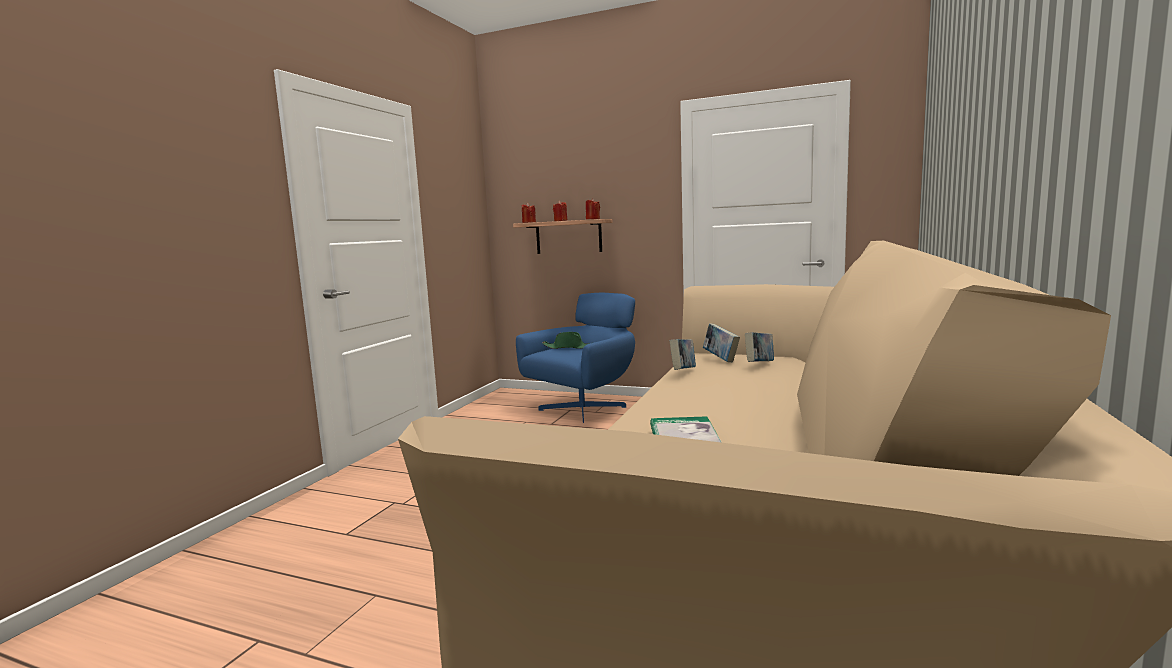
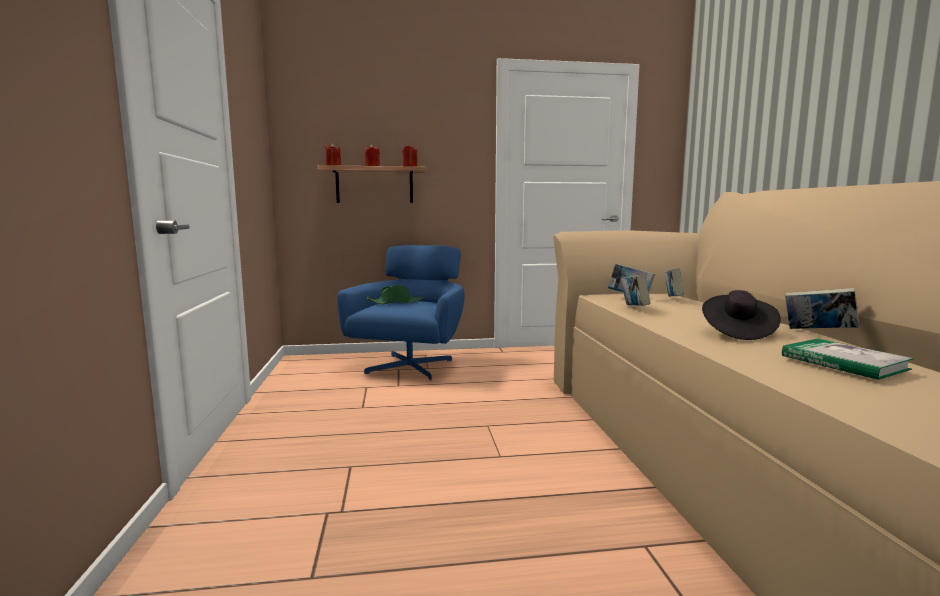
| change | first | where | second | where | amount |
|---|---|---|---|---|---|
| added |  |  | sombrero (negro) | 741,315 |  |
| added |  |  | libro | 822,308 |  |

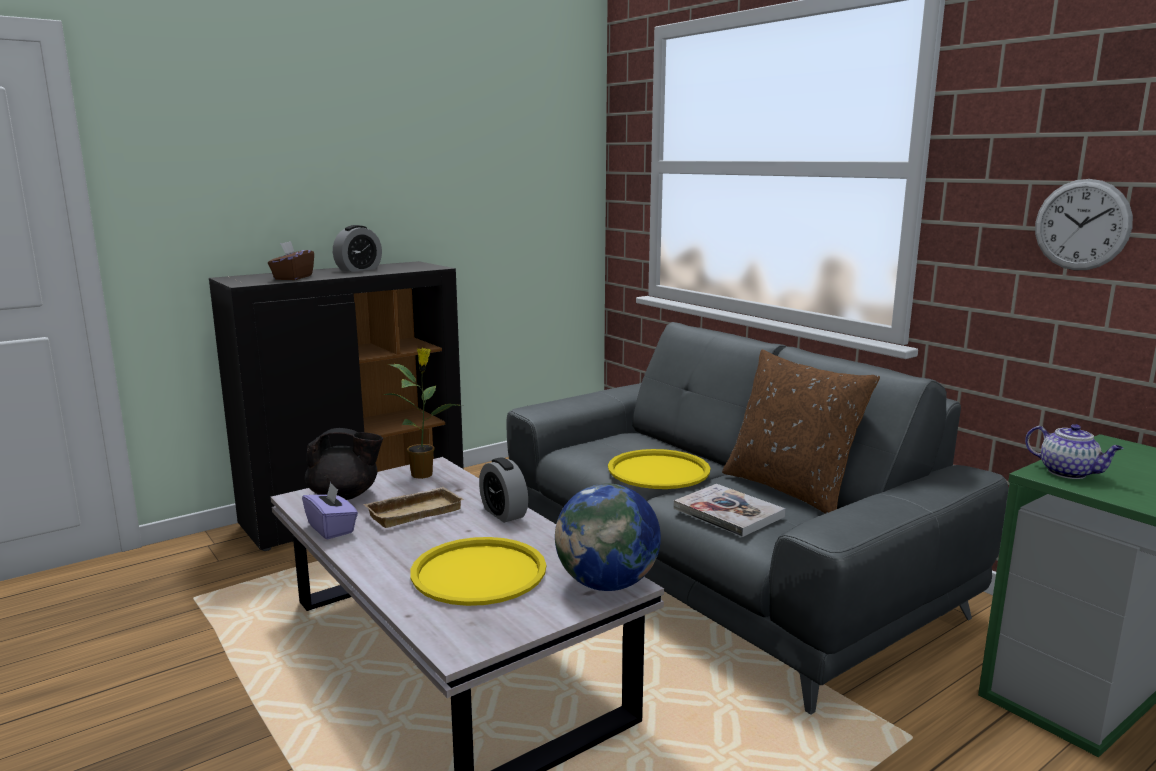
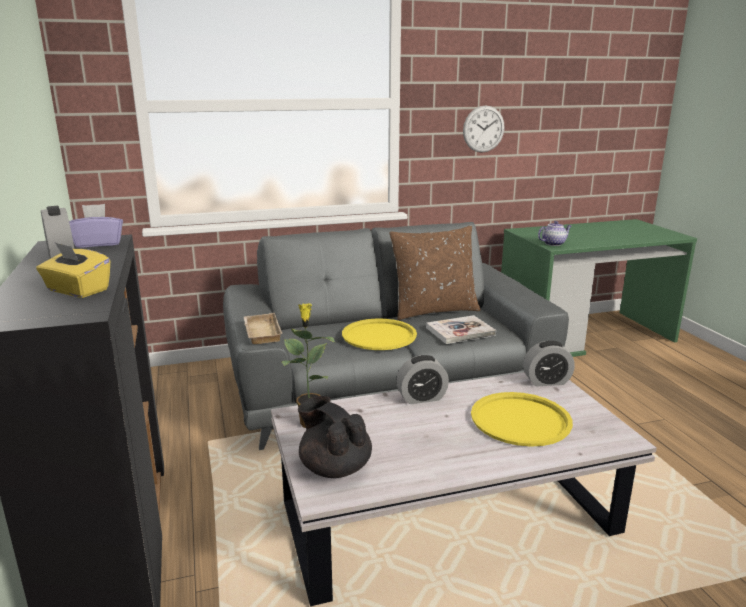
| change | first | where | second | where | amount |
|---|---|---|---|---|---|
| recoloured | caja de pañuelos (marrón) | 291,260 | caja de pañuelos (amarillo) | 73,270 |  |
| moved | caja de pañuelos (morado) | 330,511 |  | 96,226 |  |
| moved | bandeja (beis) | 414,507 |  | 263,328 |  |
| turned | tetera (negro) | 344,464 |  | 335,437 | 60 degrees counterclockwise |
| replaced | globo terráqueo | 608,537 | despertador | 549,363 |  |

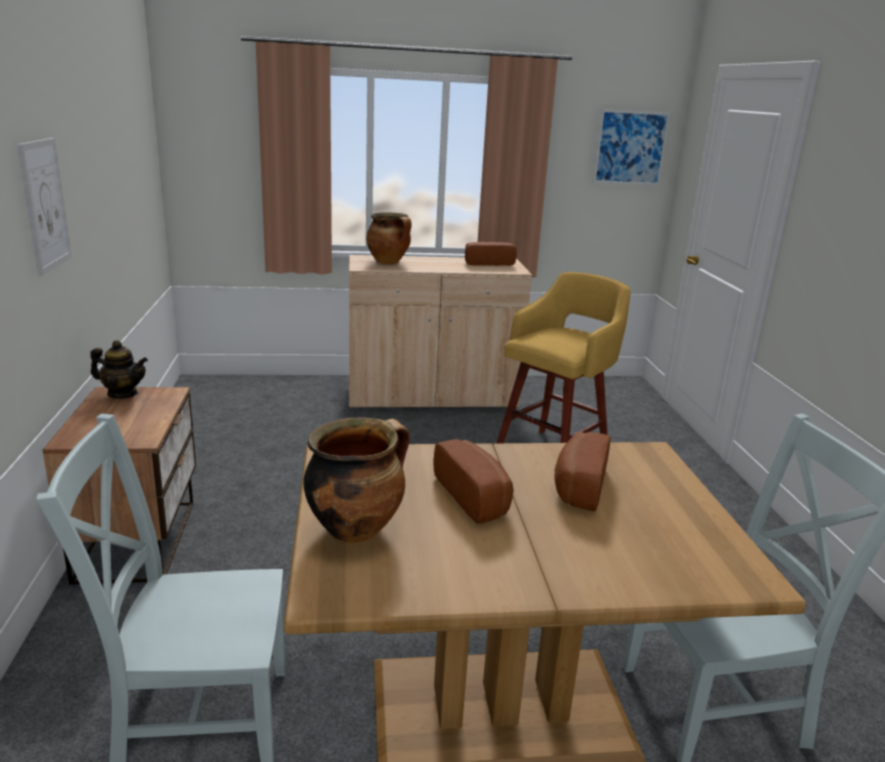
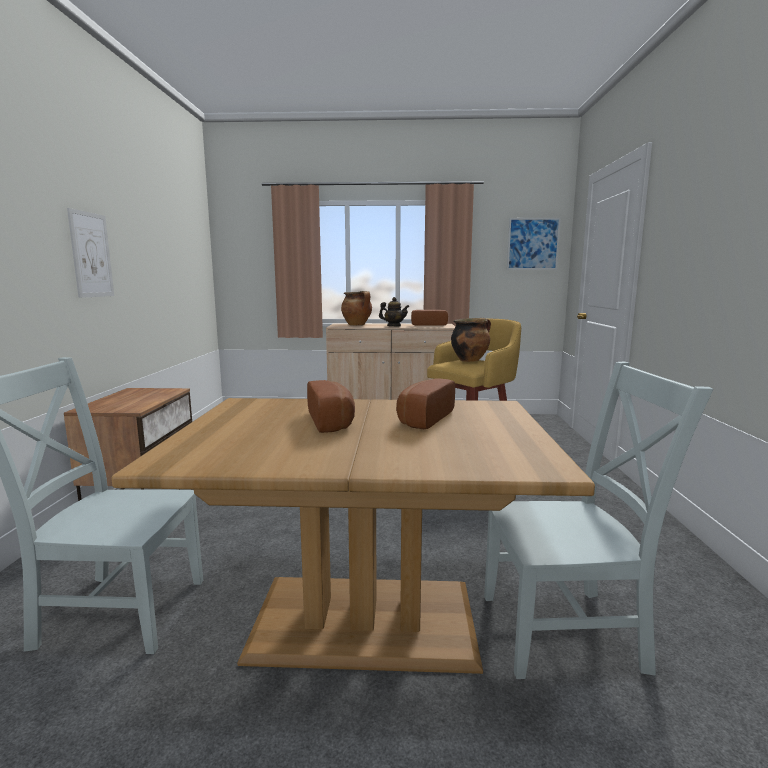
| change | first | where | second | where | amount |
|---|---|---|---|---|---|
| moved | tetera | 119,369 |  | 394,311 |  |
| moved | olla | 356,480 |  | 471,340 |  |

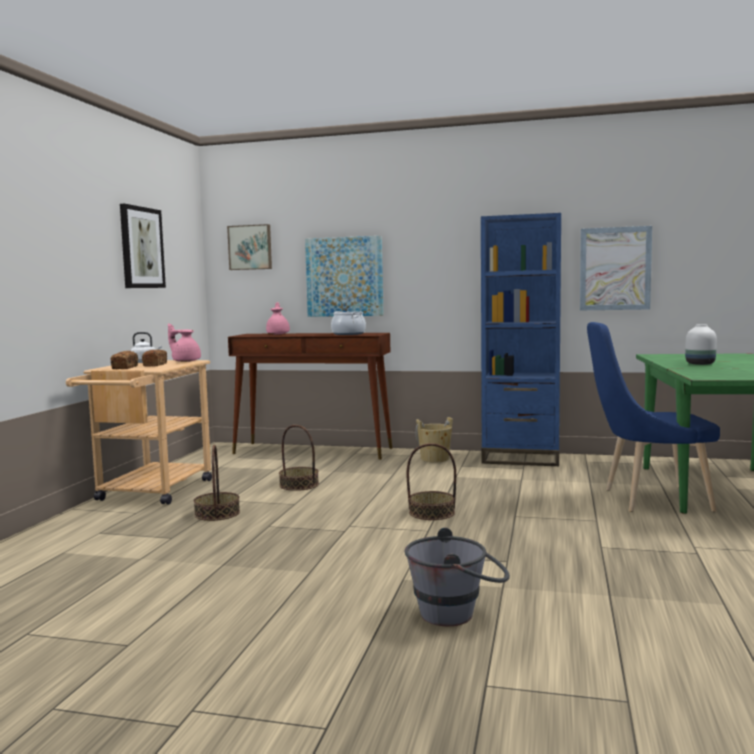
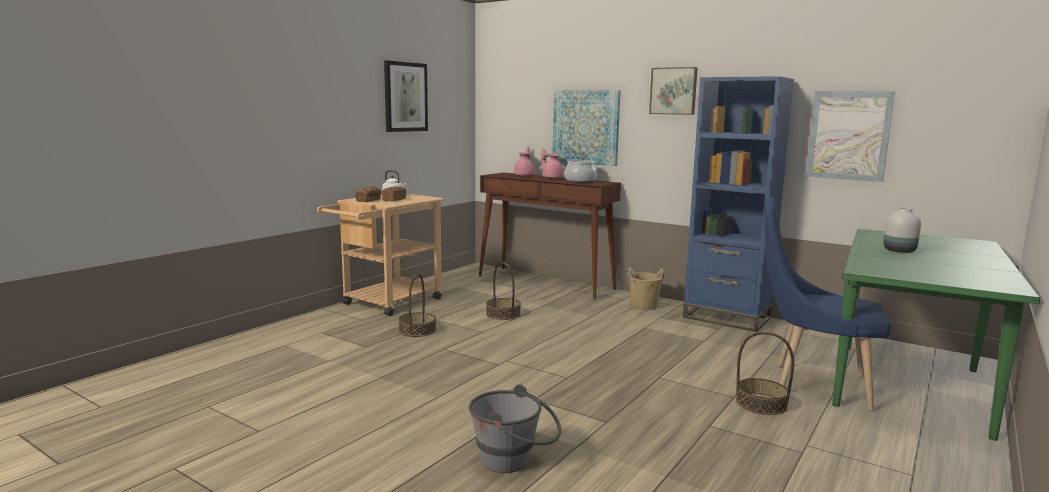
| change | first | where | second | where | amount |
|---|---|---|---|---|---|
| moved | tetera (rosa) | 184,342 |  | 552,163 |  |
| moved | cuadro | 249,247 |  | 673,91 |  |
| moved | cesta | 431,481 |  | 765,373 |  |

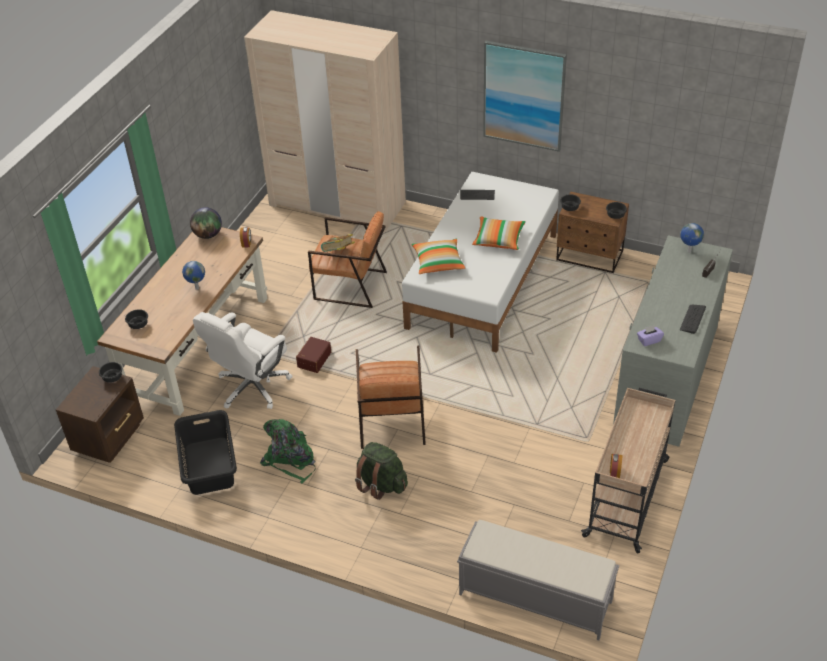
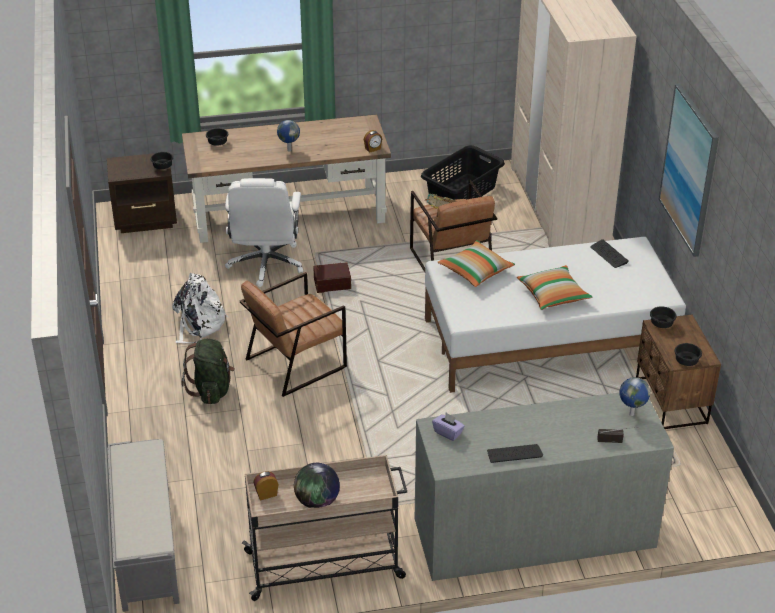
| change | first | where | second | where | amount |
|---|---|---|---|---|---|
| recoloured | mochila (verde) | 288,451 | mochila (blanco) | 200,308 |  |
| turned | silla de oficina (blanco) | 243,360 |  | 264,232 | 90 degrees counterclockwise |
| moved | globo terráqueo | 206,223 |  | 317,485 |  |
| moved | cesto de la ropa (negro) | 205,452 |  | 463,172 |  |

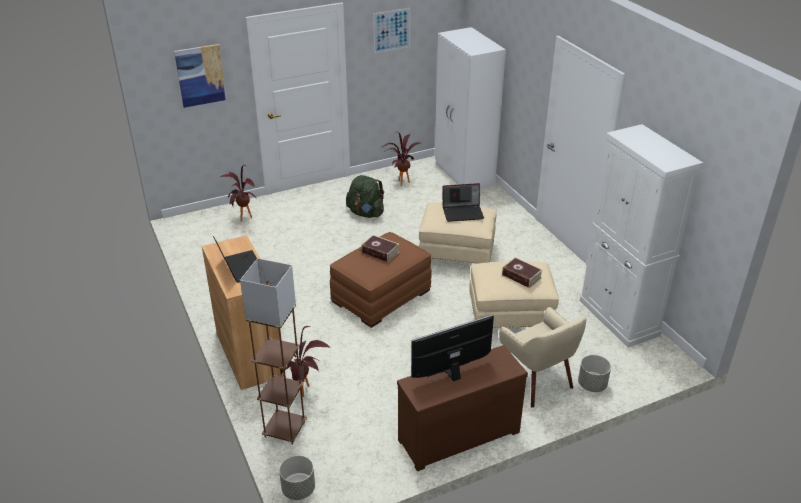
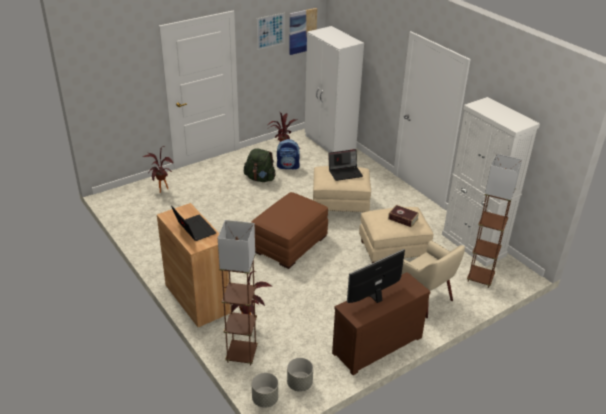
| change | first | where | second | where | amount |
|---|---|---|---|---|---|
| added |  |  | mochila | 288,154 |  |
| moved | maceta (gris) | 594,373 |  | 300,375 |  |
| moved | cuadro | 200,76 |  | 303,31 |  |
| added |  |  | lámpara de pie (marrón) | 494,220 |  |
| removed | libro | 380,248 |  |  |  |

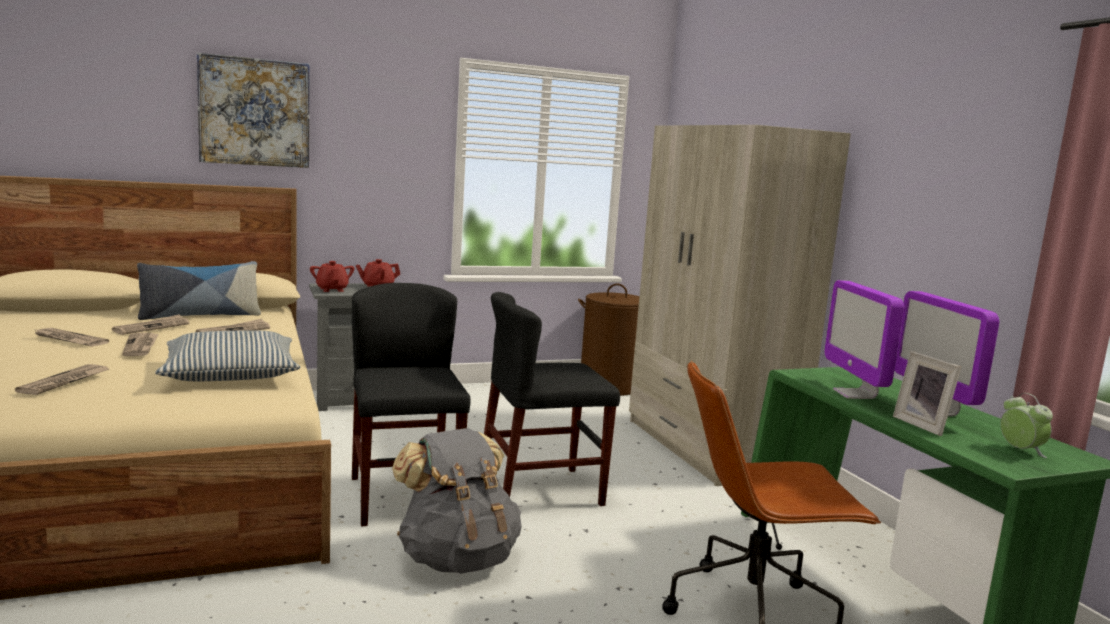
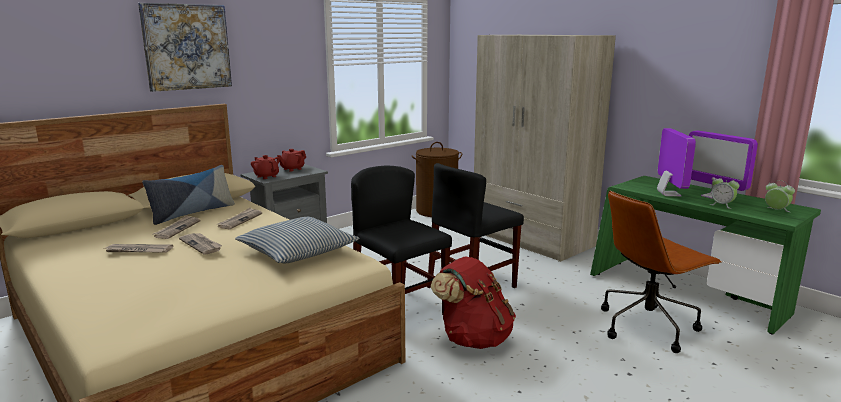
| change | first | where | second | where | amount |
|---|---|---|---|---|---|
| recoloured | mochila (gris) | 457,501 | mochila (rojo) | 473,302 |  |
| turned | monitor | 864,339 |  | 676,162 | 150 degrees counterclockwise |
| replaced | portarretratos | 927,393 | despertador | 724,192 |  |
| removed | periódico | 62,379 |  |  |  |

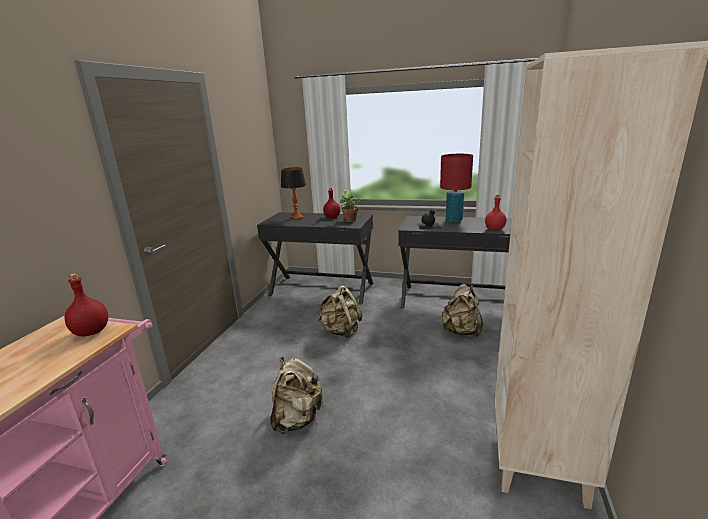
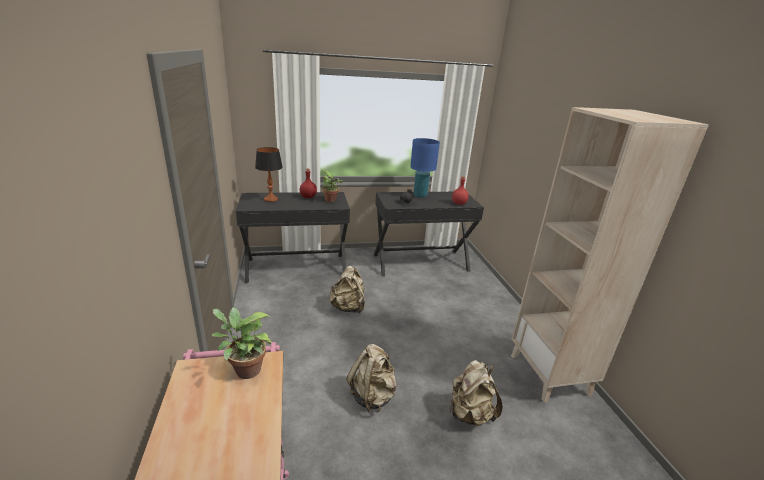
| change | first | where | second | where | amount |
|---|---|---|---|---|---|
| replaced | botella (rojo) | 86,305 | planta en maceta | 241,343 |  |
| recoloured | lámpara de mesa (rojo) | 456,188 | lámpara de mesa (azul) | 425,168 |  |
| moved | mochila (beis) | 462,310 |  | 476,393 |  |

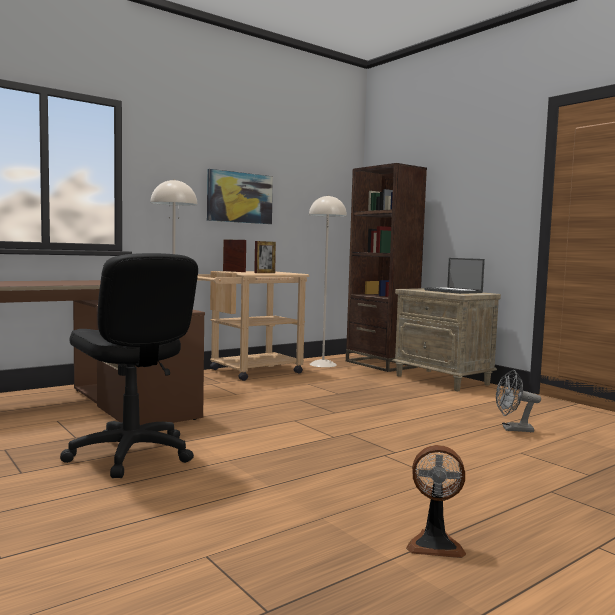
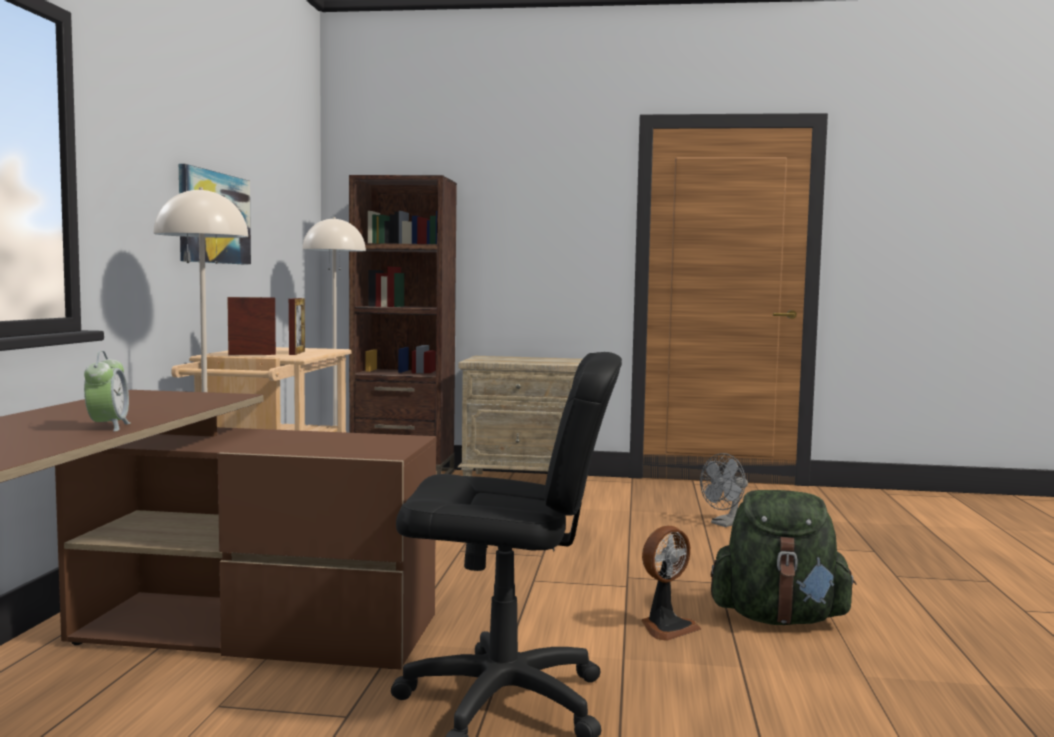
| change | first | where | second | where | amount |
|---|---|---|---|---|---|
| added |  |  | despertador | 107,391 |  |
| moved | ventilador | 436,501 |  | 671,583 |  |
| added |  |  | mochila (verde) | 784,557 |  |
| removed | portátil | 454,276 |  |  |  |

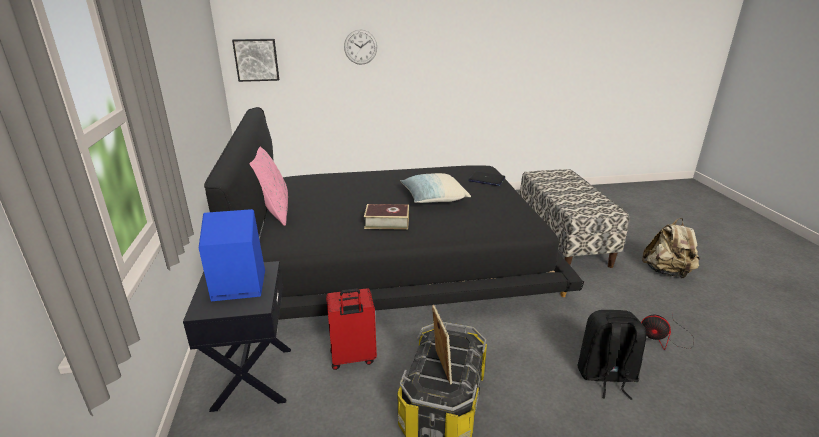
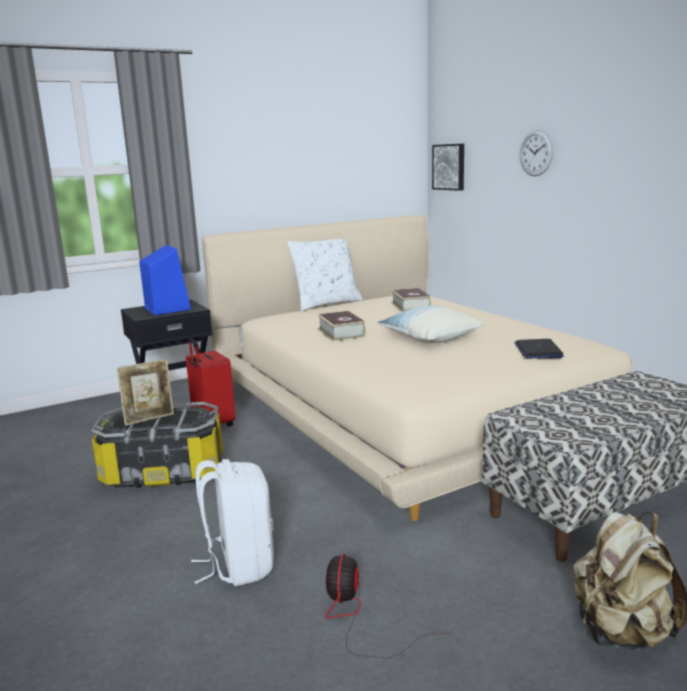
| change | first | where | second | where | amount |
|---|---|---|---|---|---|
| recoloured | mochila (negro) | 611,355 | mochila (blanco) | 232,522 |  |
| recoloured | cama (negro) | 394,213 | cama (beis) | 417,368 |  |
| recoloured | cojín (rosa) | 269,186 | cojín (blanco) | 325,275 |  |
| added |  |  | libro | 411,300 |  |

